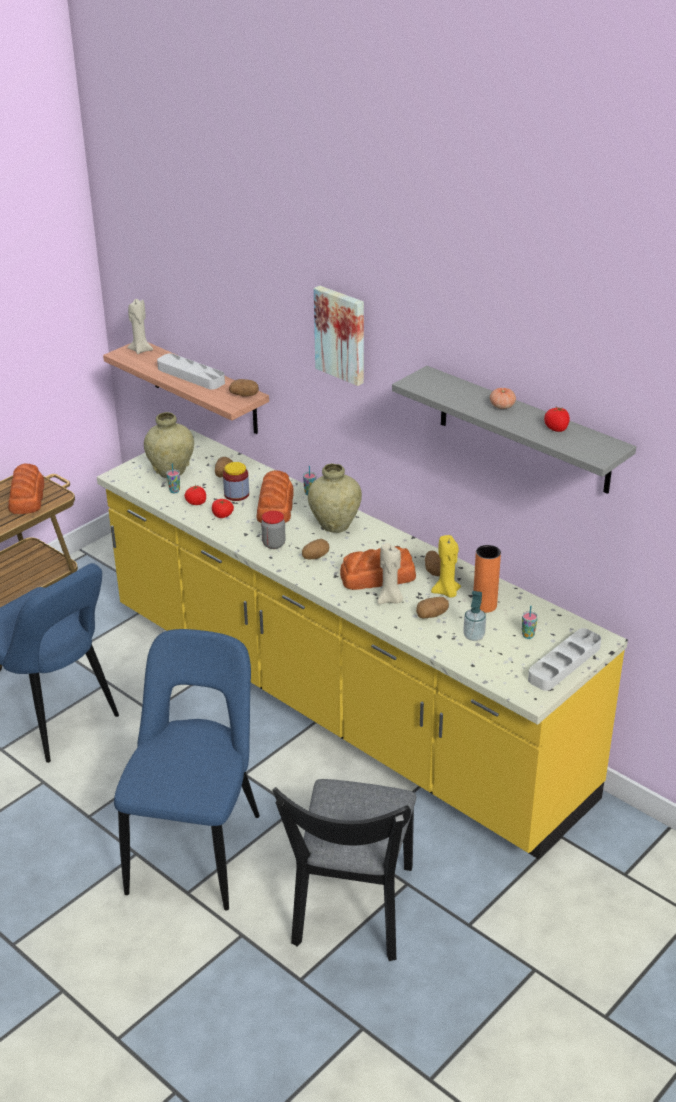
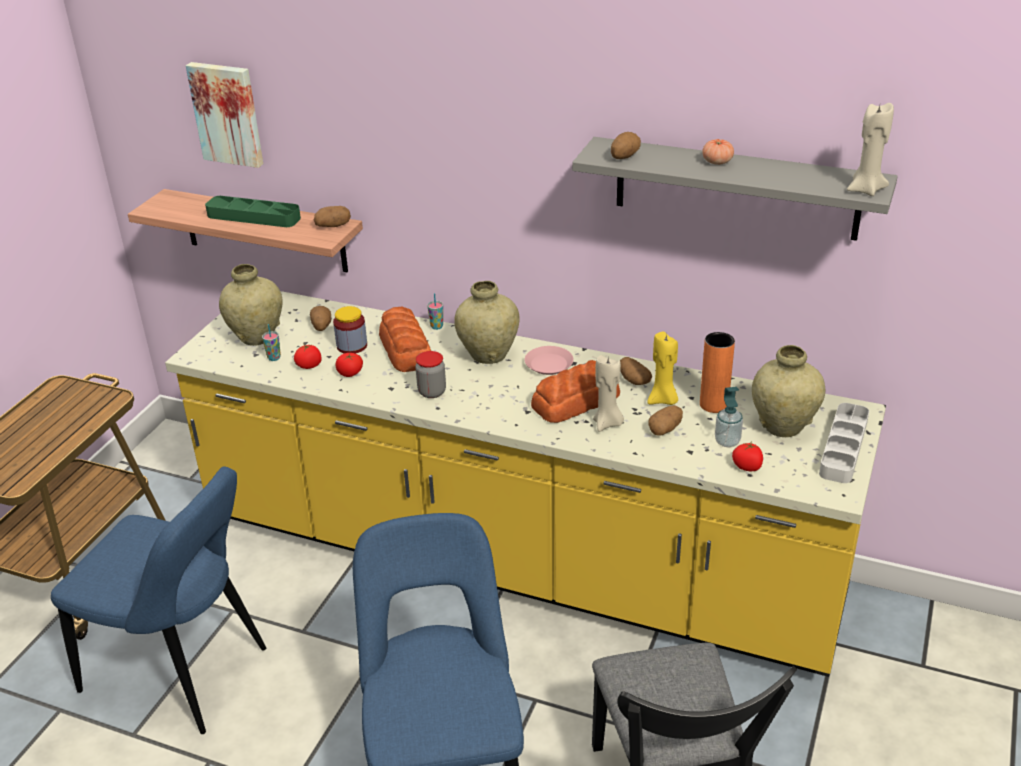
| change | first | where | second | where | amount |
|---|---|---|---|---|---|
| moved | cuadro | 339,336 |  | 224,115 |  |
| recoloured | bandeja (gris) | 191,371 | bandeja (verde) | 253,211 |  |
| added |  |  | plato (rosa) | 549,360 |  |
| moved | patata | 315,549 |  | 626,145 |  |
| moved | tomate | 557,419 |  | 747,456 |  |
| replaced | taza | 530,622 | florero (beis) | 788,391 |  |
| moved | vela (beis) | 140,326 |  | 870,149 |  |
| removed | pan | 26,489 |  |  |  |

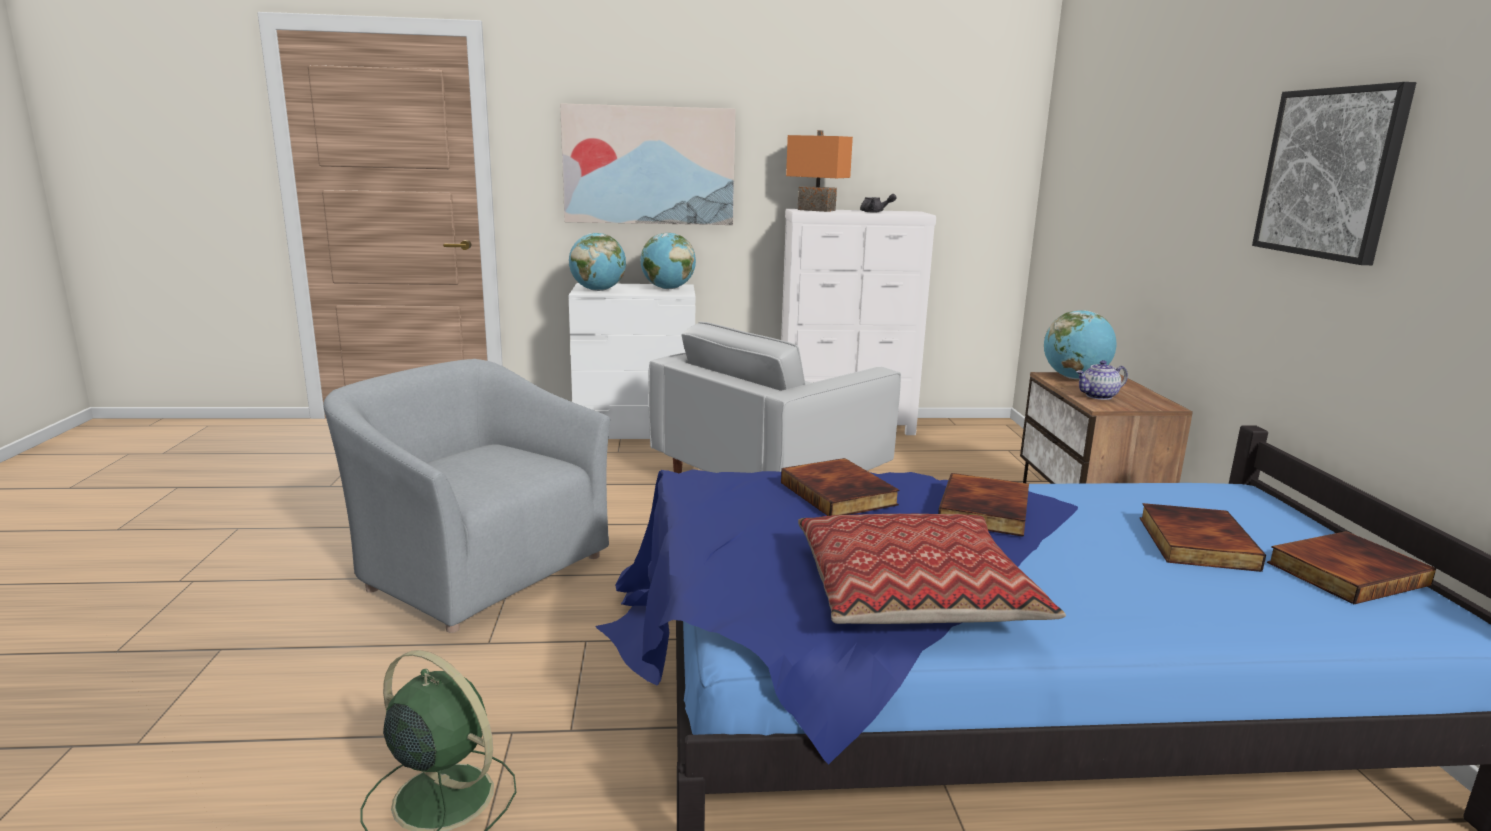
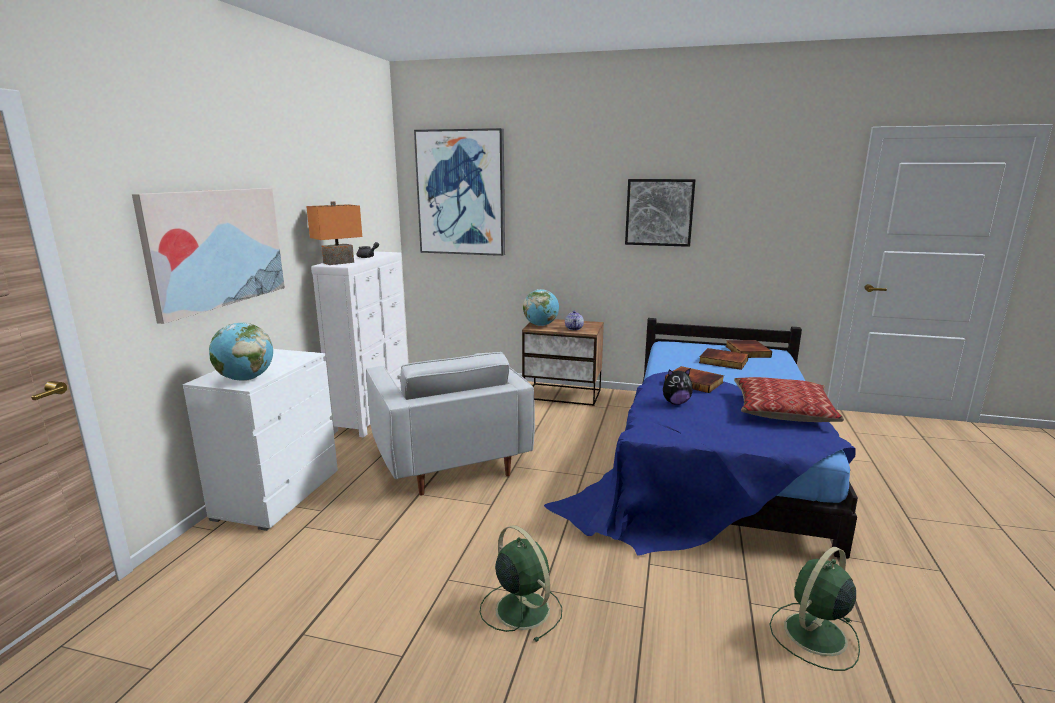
| change | first | where | second | where | amount |
|---|---|---|---|---|---|
| added |  |  | cuadro | 459,192 |  |
| replaced | sillón (gris) | 467,496 | ventilador (verde) | 521,583 |  |
| replaced | libro | 840,487 | peluche | 678,387 |  |
| removed | globo terráqueo | 668,261 |  |  |  |

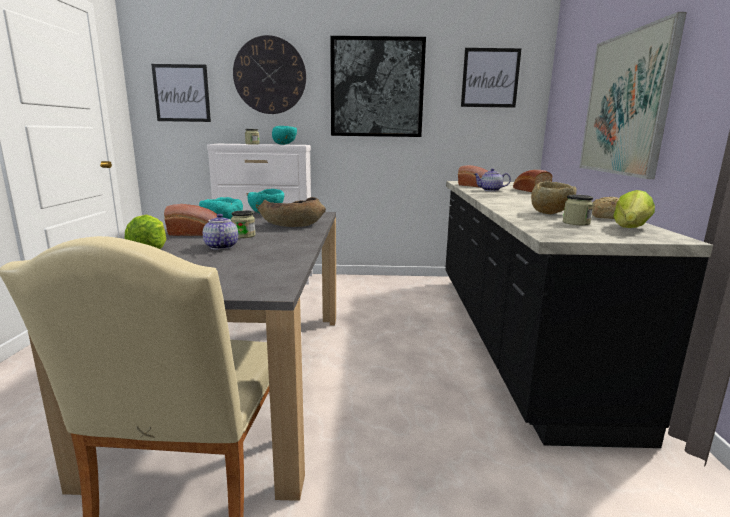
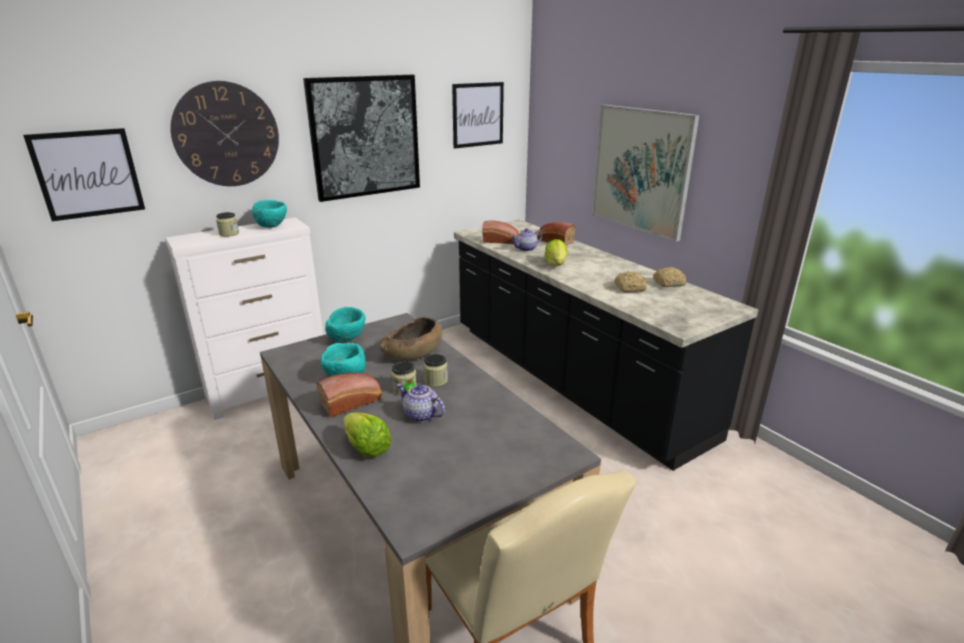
| change | first | where | second | where | amount |
|---|---|---|---|---|---|
| moved | tarro | 578,210 |  | 435,370 |  |
| moved | lechuga | 634,209 |  | 556,252 |  |
| replaced | cuenco (beis) | 554,197 | pan | 631,281 |  |

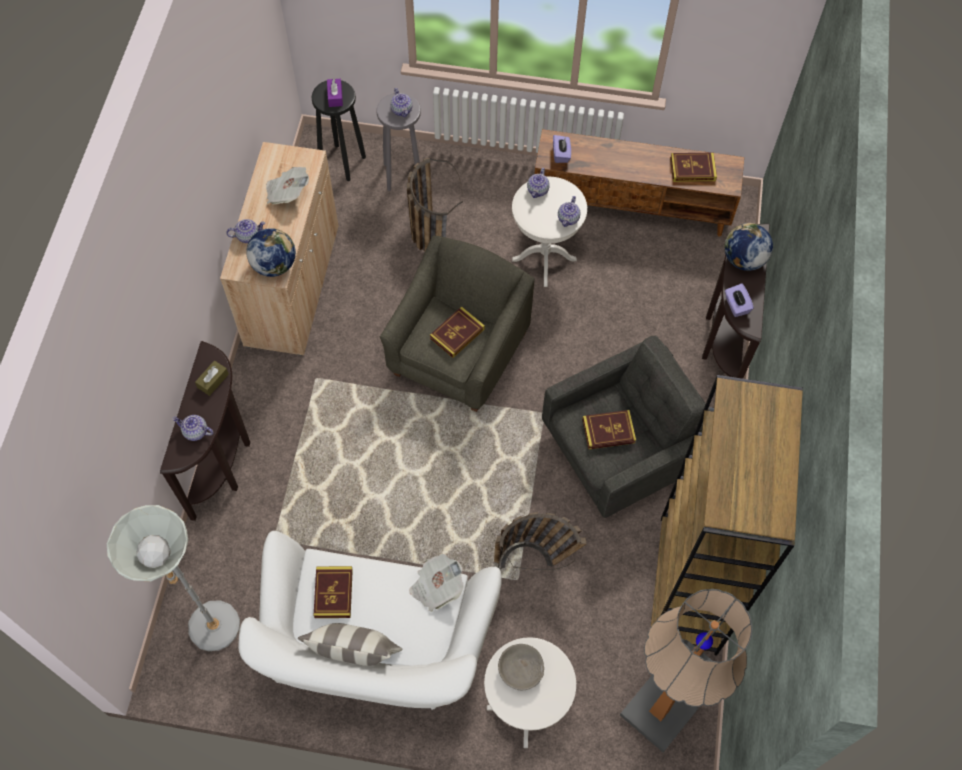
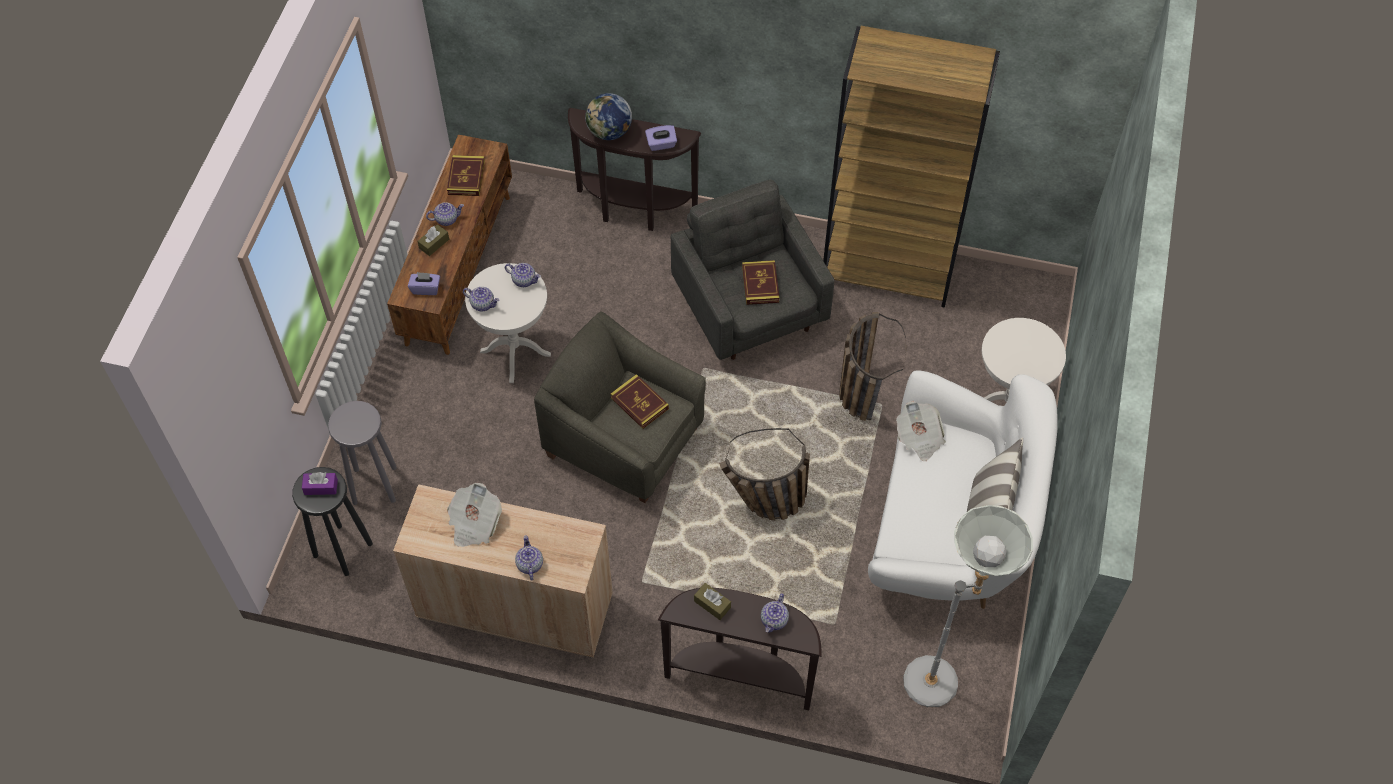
| change | first | where | second | where | amount |
|---|---|---|---|---|---|
| added |  |  | caja de pañuelos (marrón) | 433,240 |  |
| moved | tetera | 401,102 |  | 445,214 |  |
| moved | cesta | 435,204 |  | 764,474 |  |
| removed | globo terráqueo | 271,252 |  |  |  |
| removed | libro | 333,592 |  |  |  |
| removed | cuenco (gris) | 521,667 |  |  |  |
| removed | lámpara de pie | 686,670 |  |  |  |

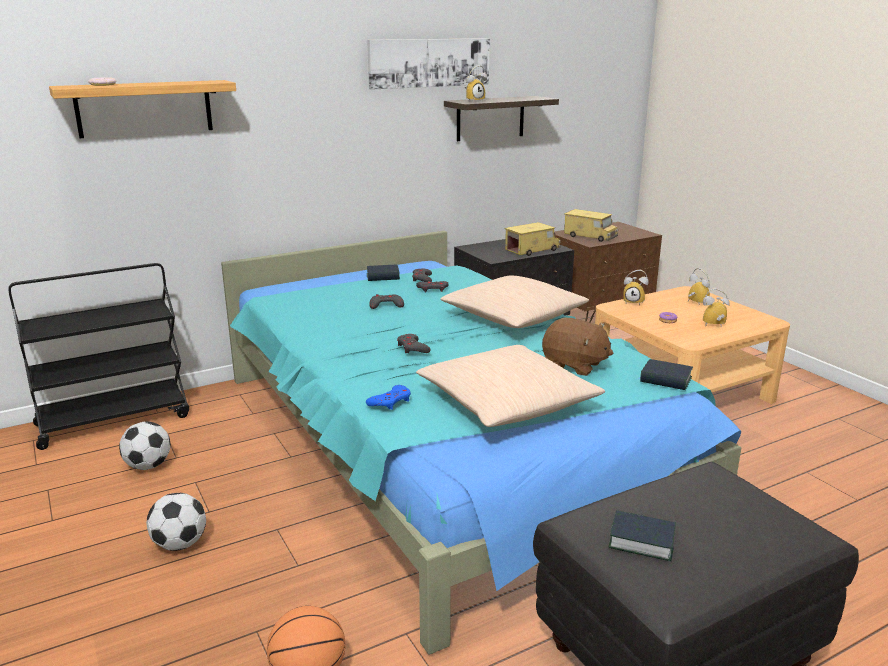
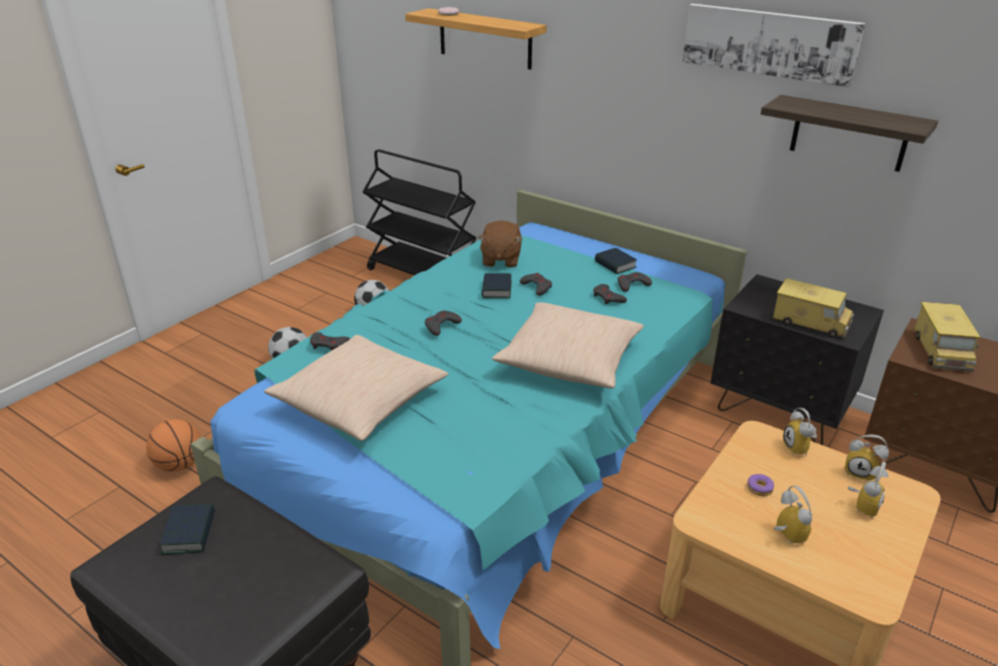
| change | first | where | second | where | amount |
|---|---|---|---|---|---|
| recoloured | mando de consola (azul) | 388,397 | mando de consola (gris) | 330,341 |  |
| moved | peluche (marrón) | 577,347 |  | 500,244 |  |
| moved | libro | 666,374 |  | 497,285 |  |
| moved | despertador | 476,83 |  | 867,457 |  |

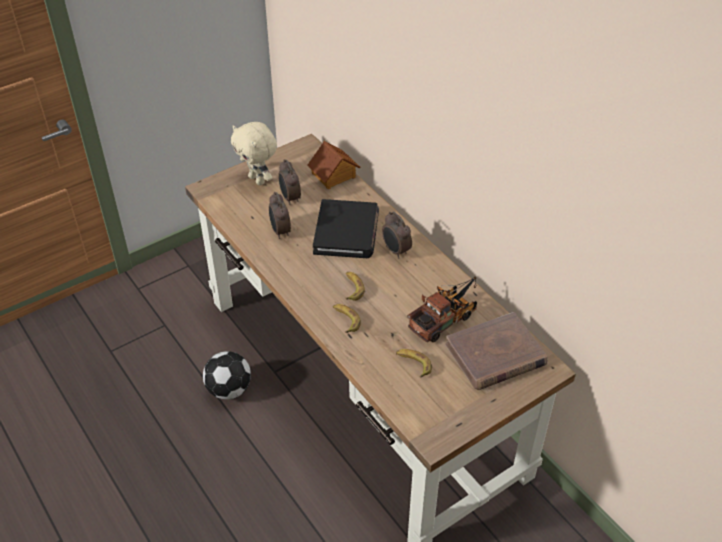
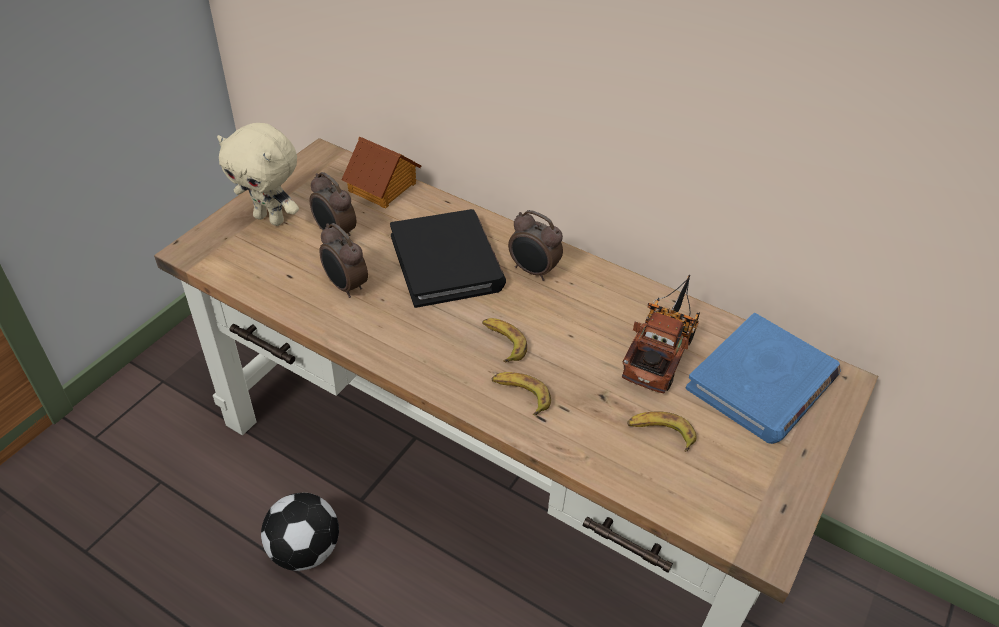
| change | first | where | second | where | amount |
|---|---|---|---|---|---|
| recoloured | libro (marrón) | 496,351 | libro (azul) | 763,378 |  |

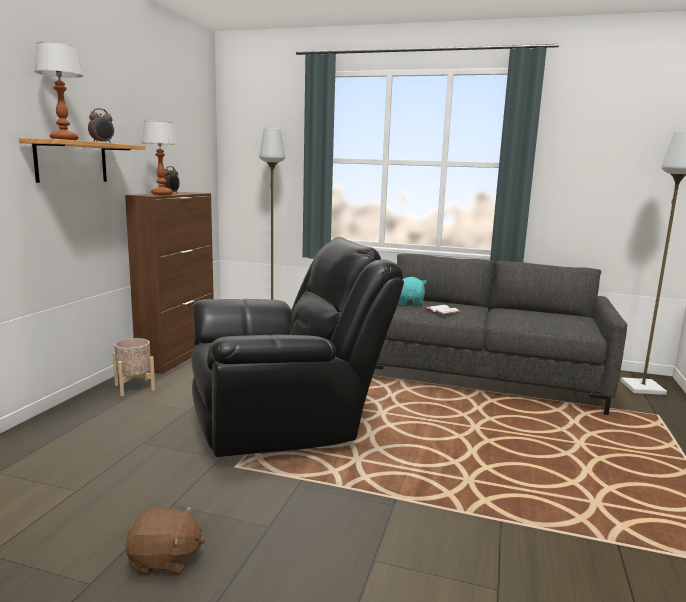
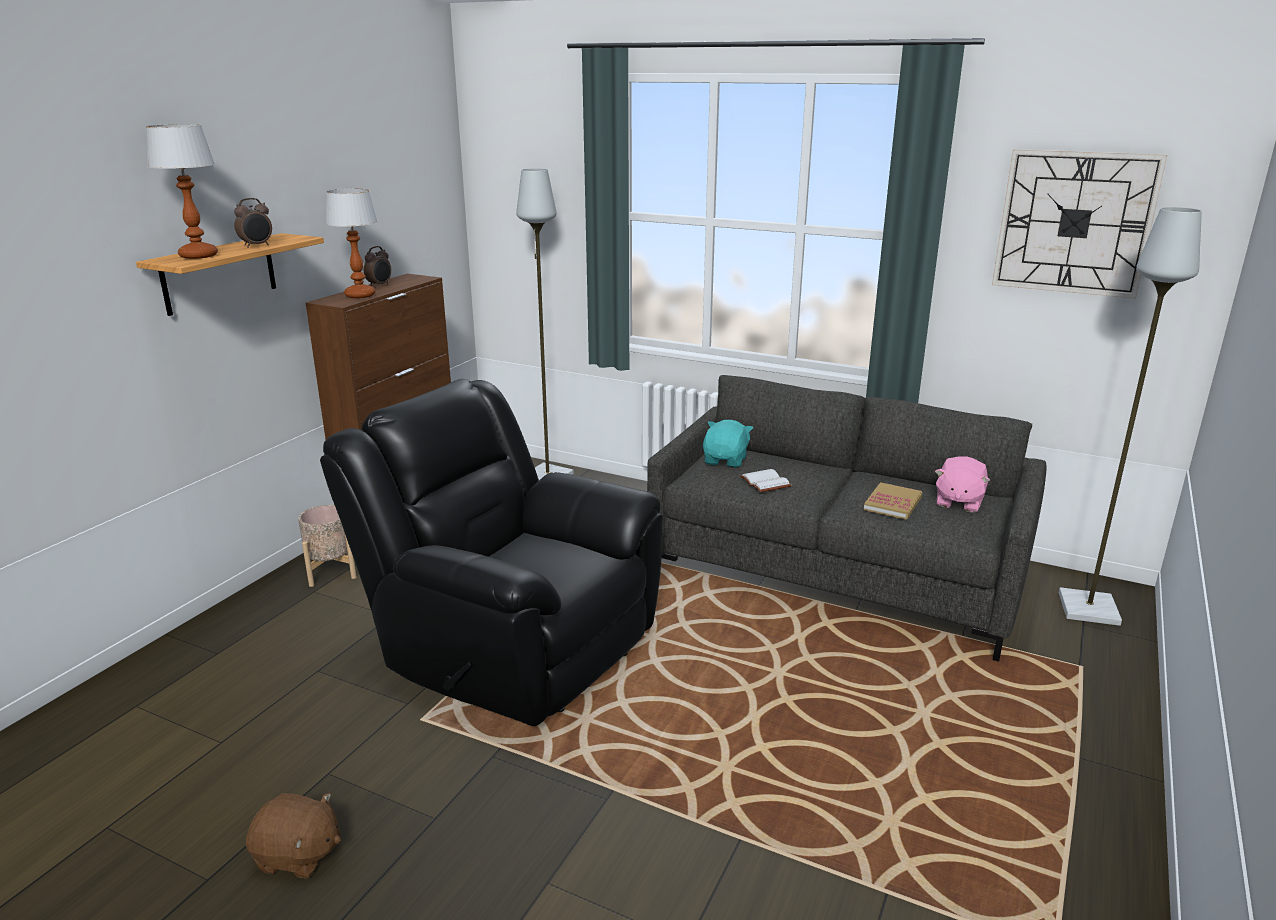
| change | first | where | second | where | amount |
|---|---|---|---|---|---|
| turned | sillón (negro) | 297,347 |  | 491,552 | 135 degrees counterclockwise |
| added |  |  | libro | 893,501 |  |
| added |  |  | peluche (rosa) | 962,484 |  |
| added |  |  | reloj de pared | 1079,224 |  |

